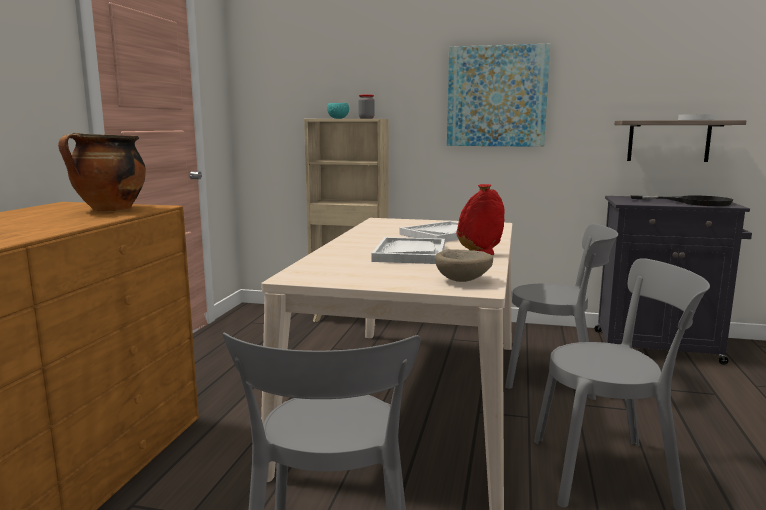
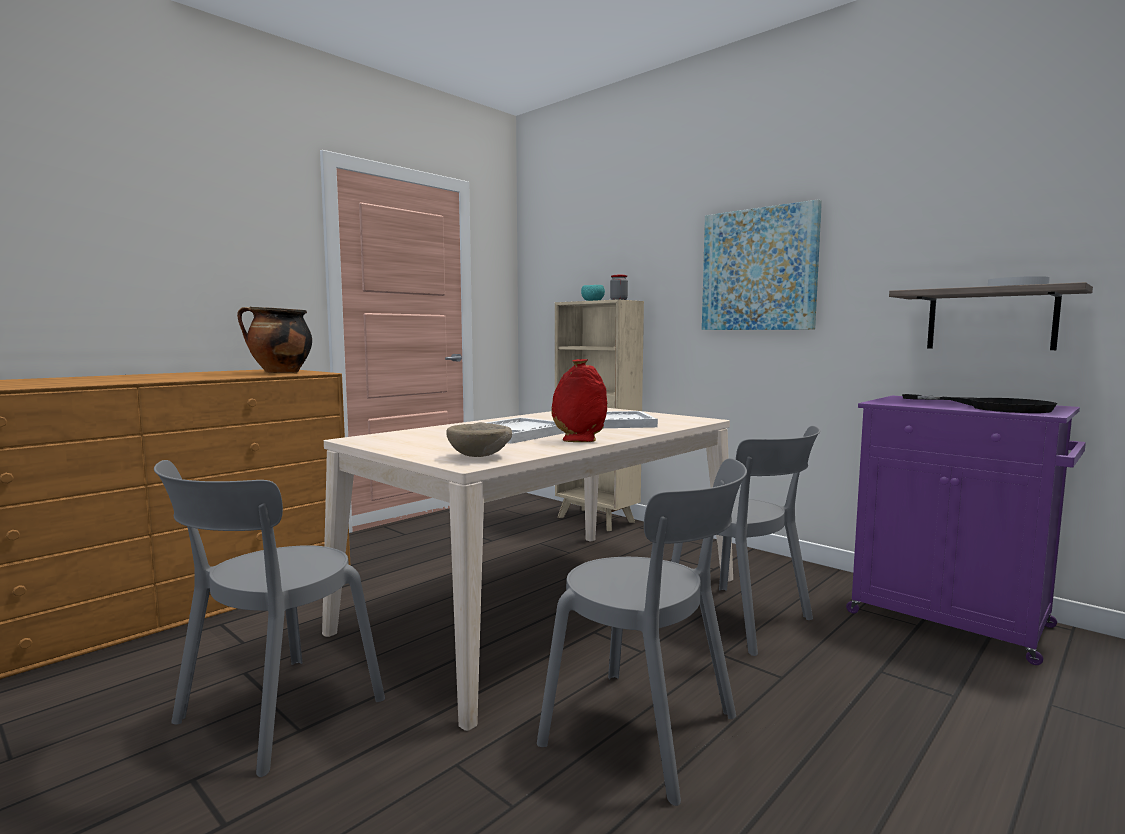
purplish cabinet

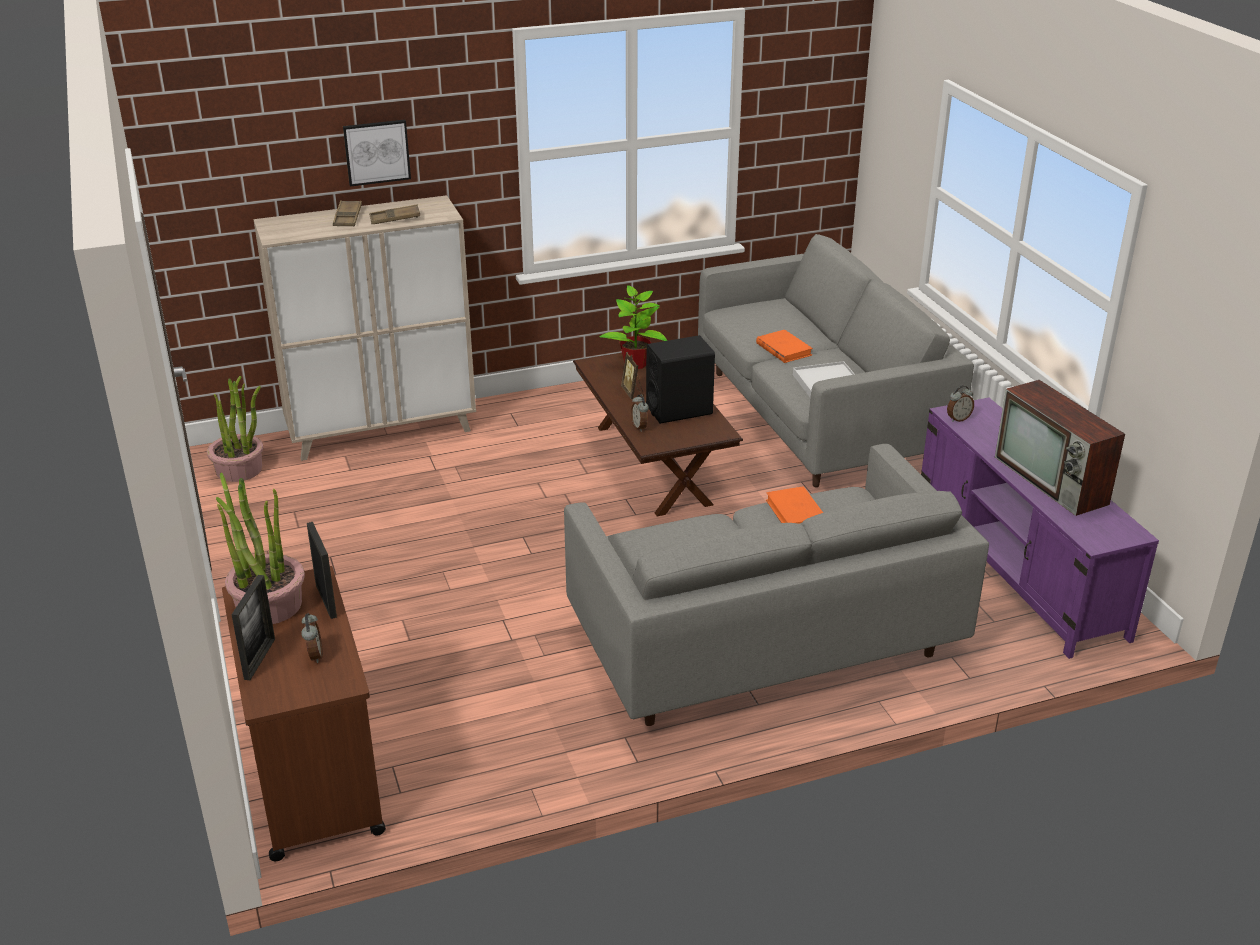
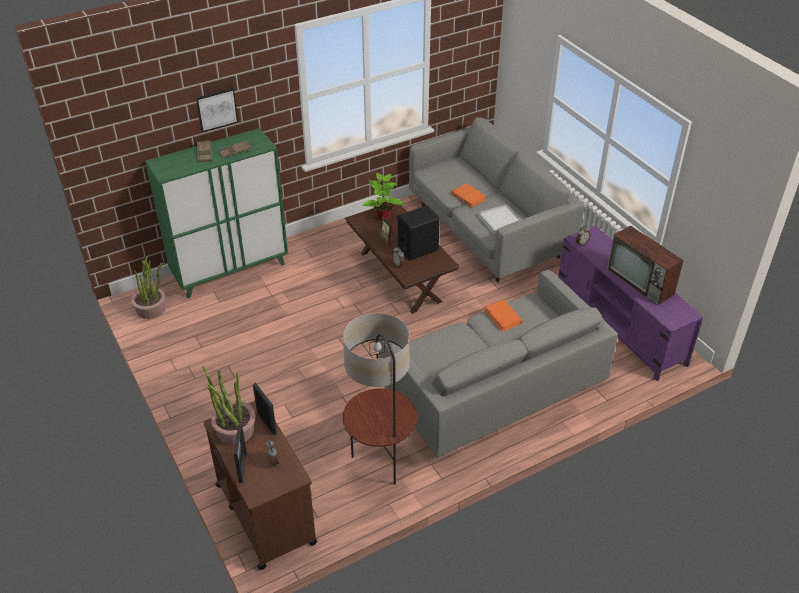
greenish cabinet
standard lamp

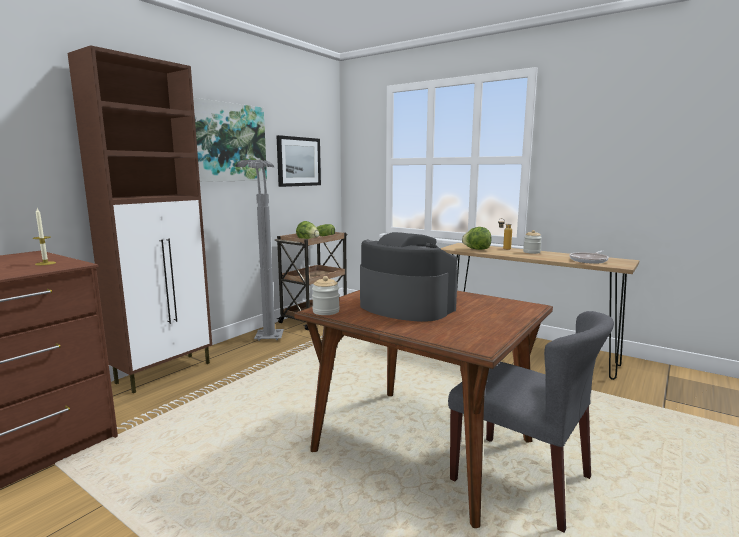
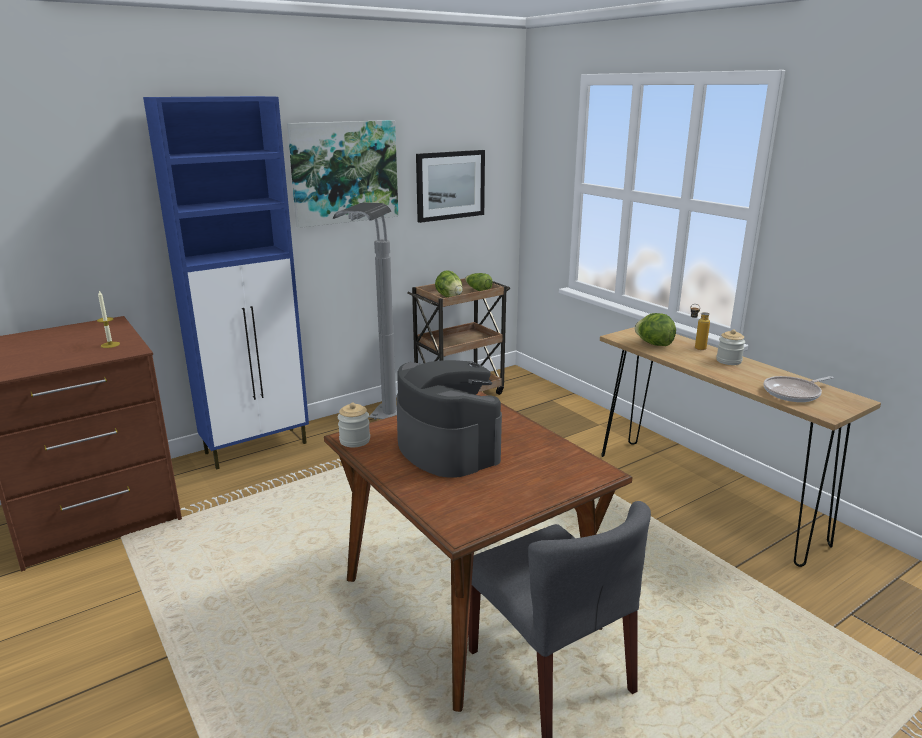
blue-coloured cabinet

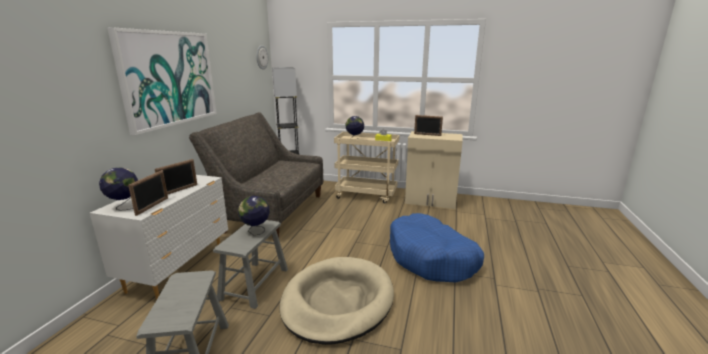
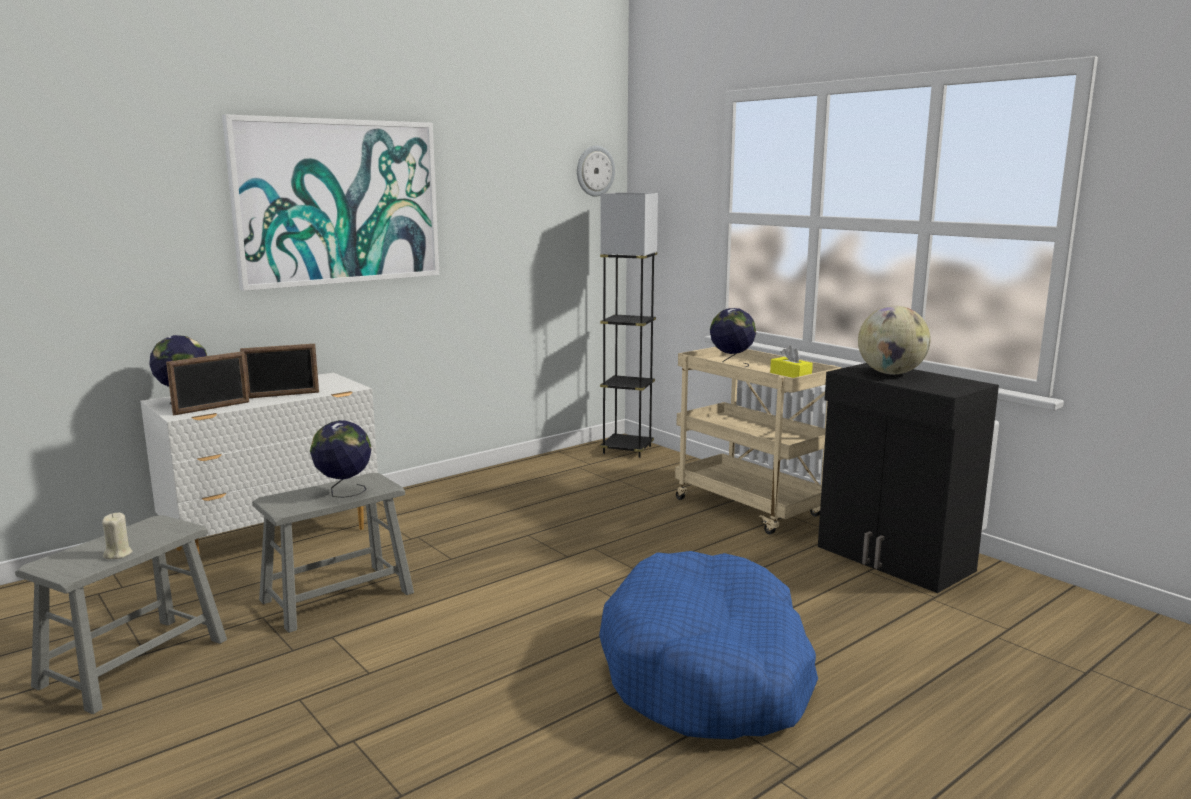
beige candle
black cabinet
globe (4th from left)
gray sofa
beige dog cushion

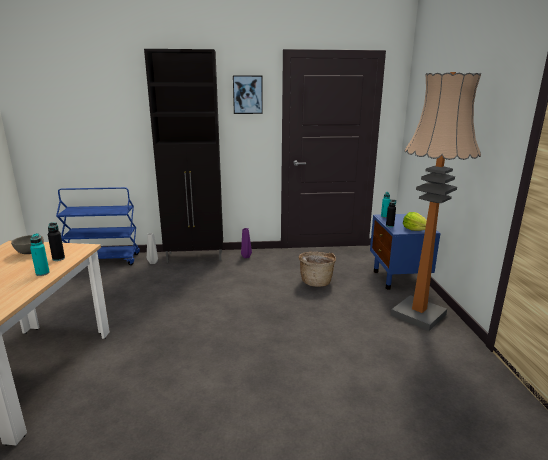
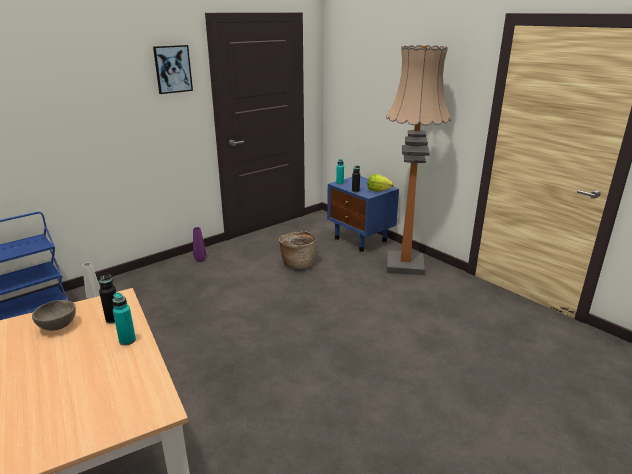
black cabinet

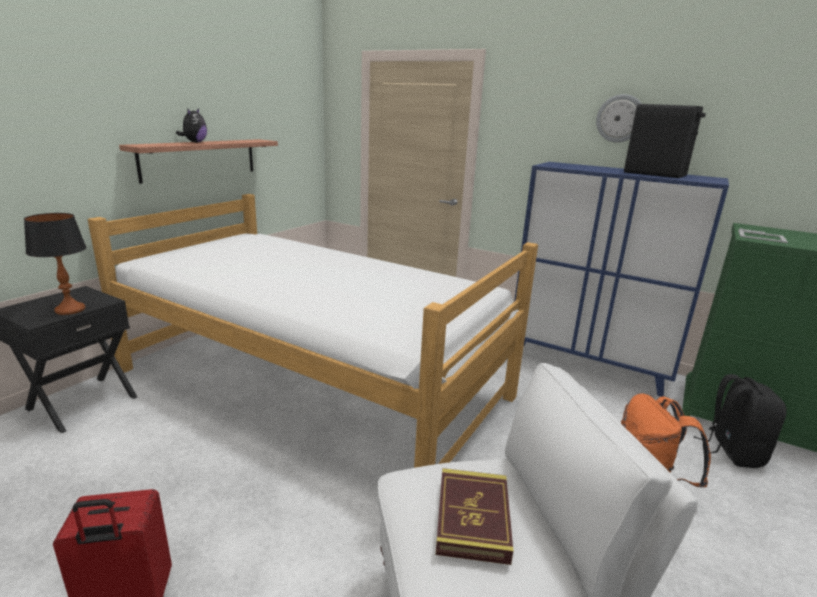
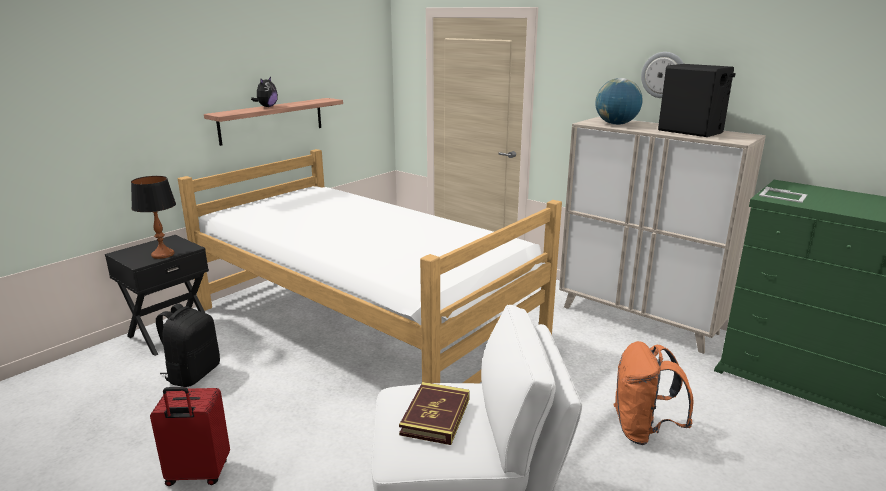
black backpack
beige cabinet
globe

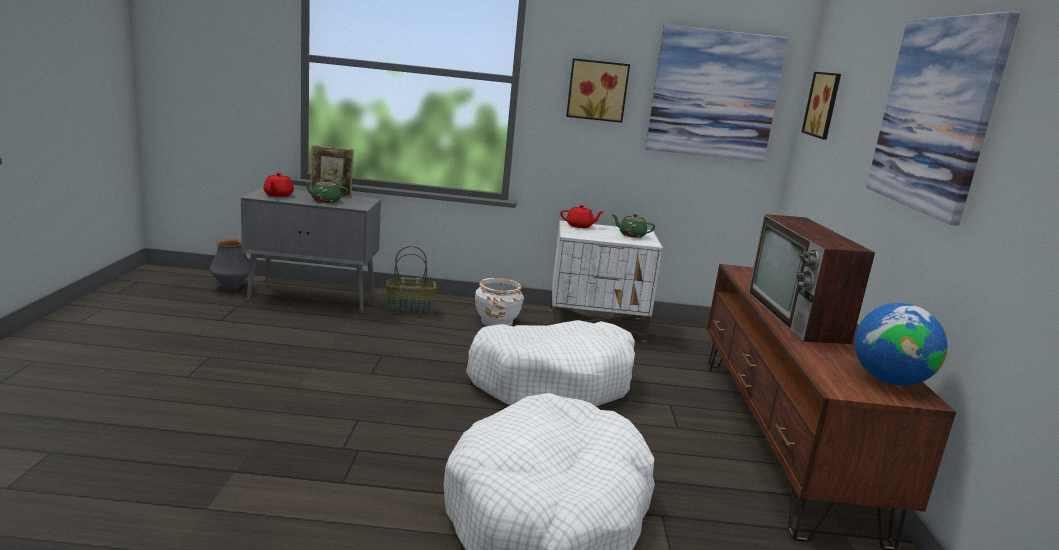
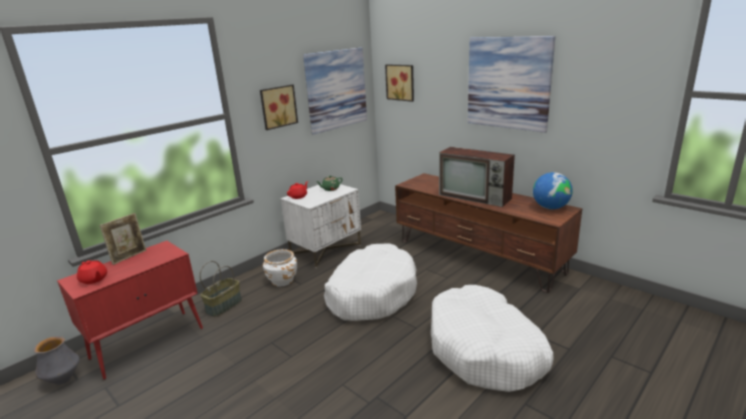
reddish cabinet
greenish teapot (1st from left in the first image)

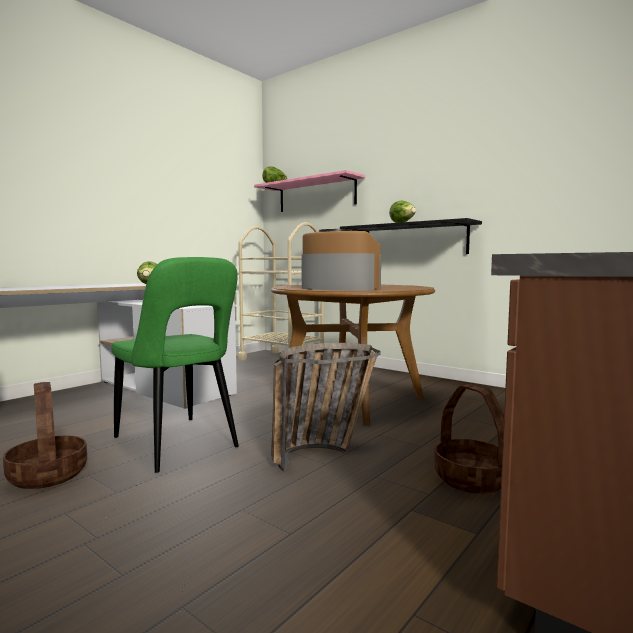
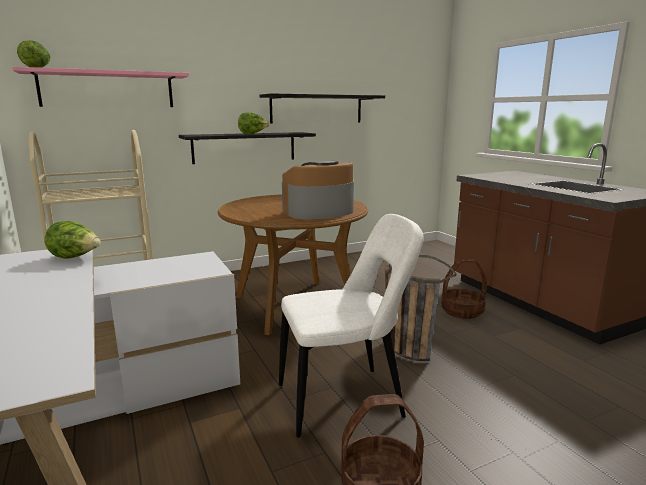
black shelf (2nd from left)
white chair

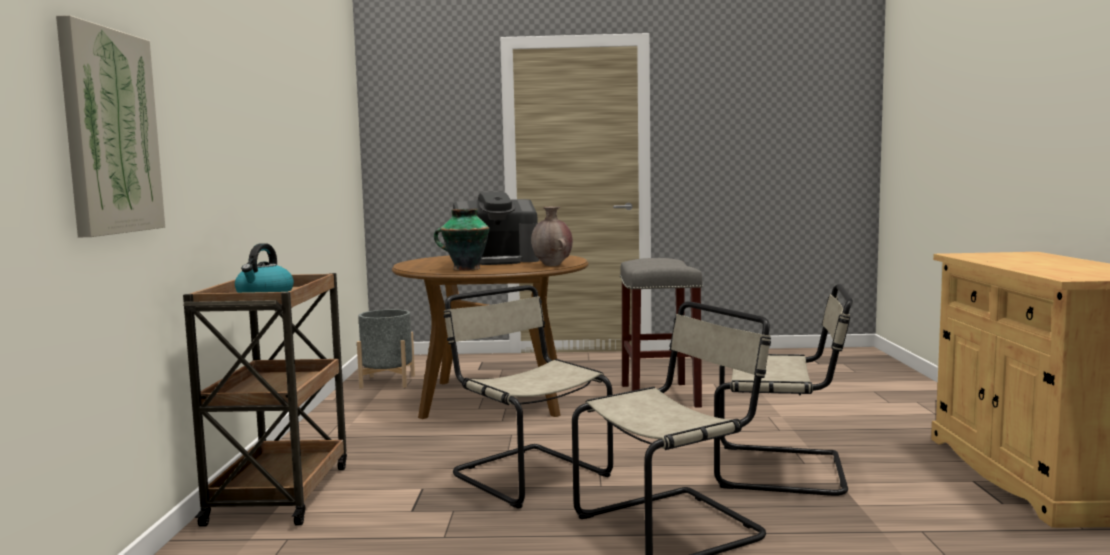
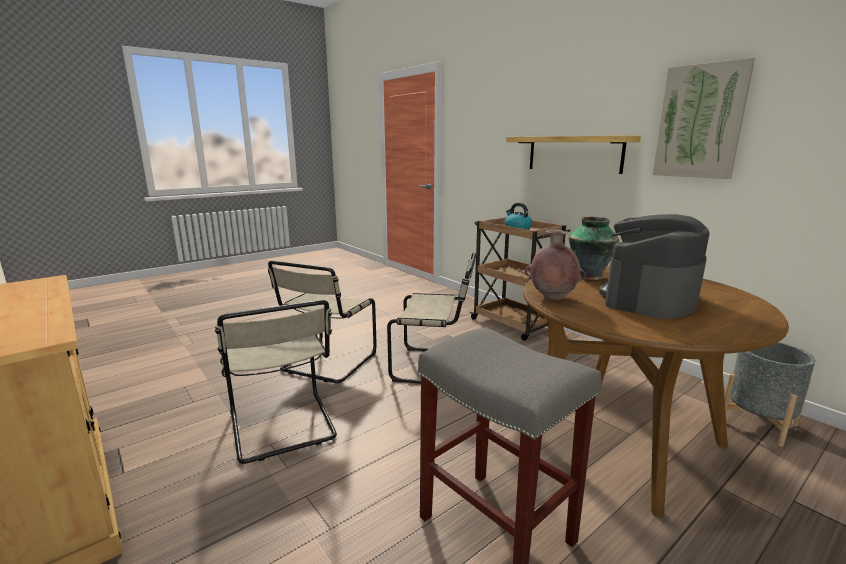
beige chair (1st from left)
shelf
wall art

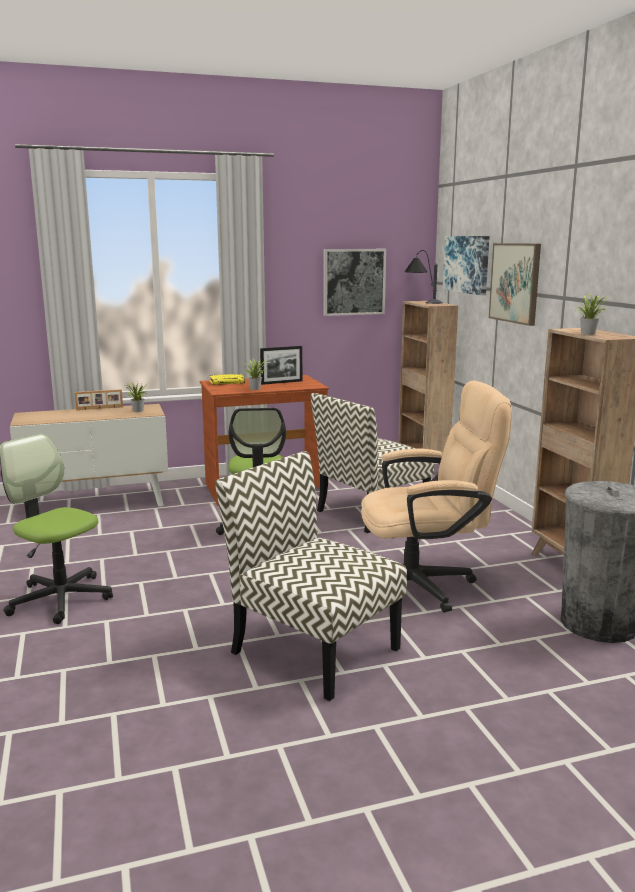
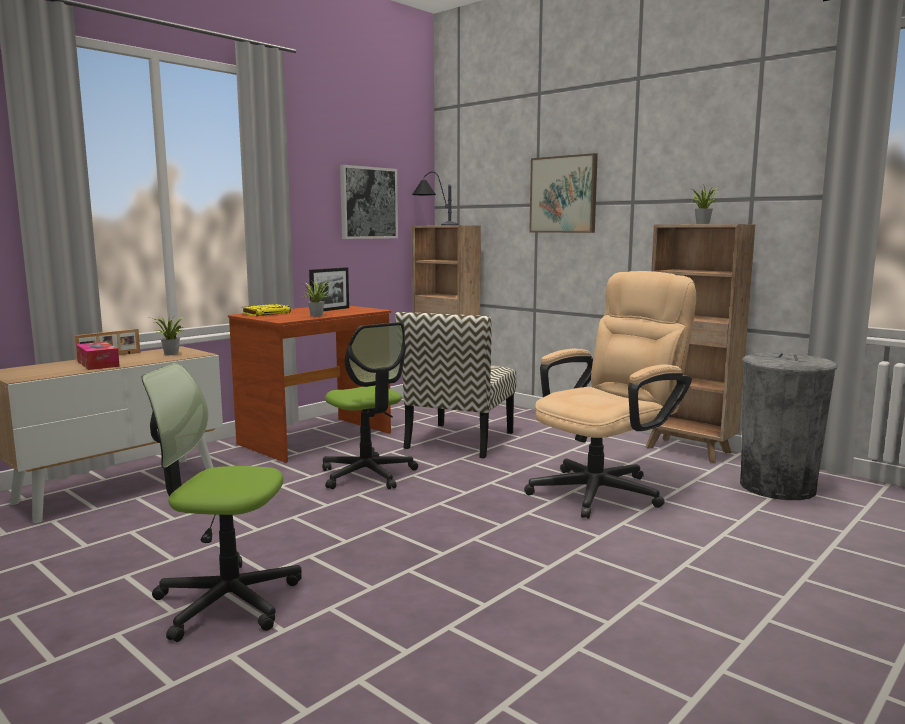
box of tissues
chair (1st from left in the first image)
wall art (2nd from left in the first image)

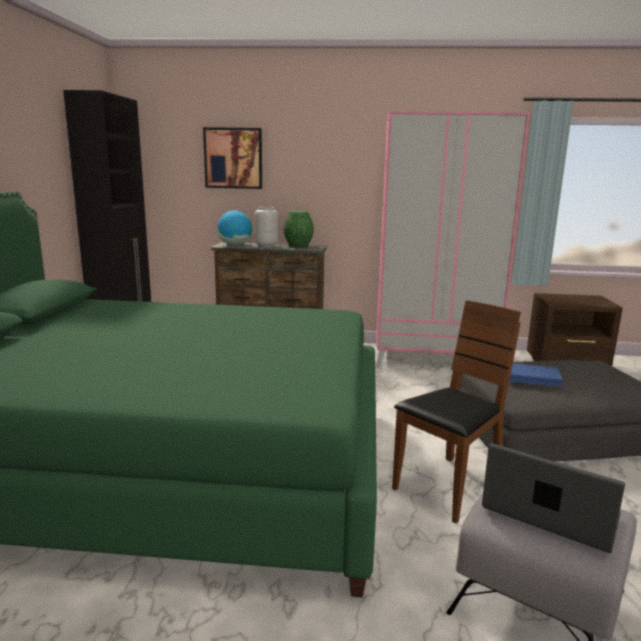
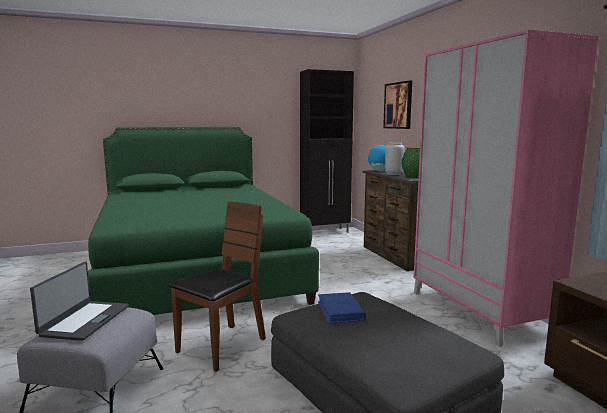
brown-coloured chair

